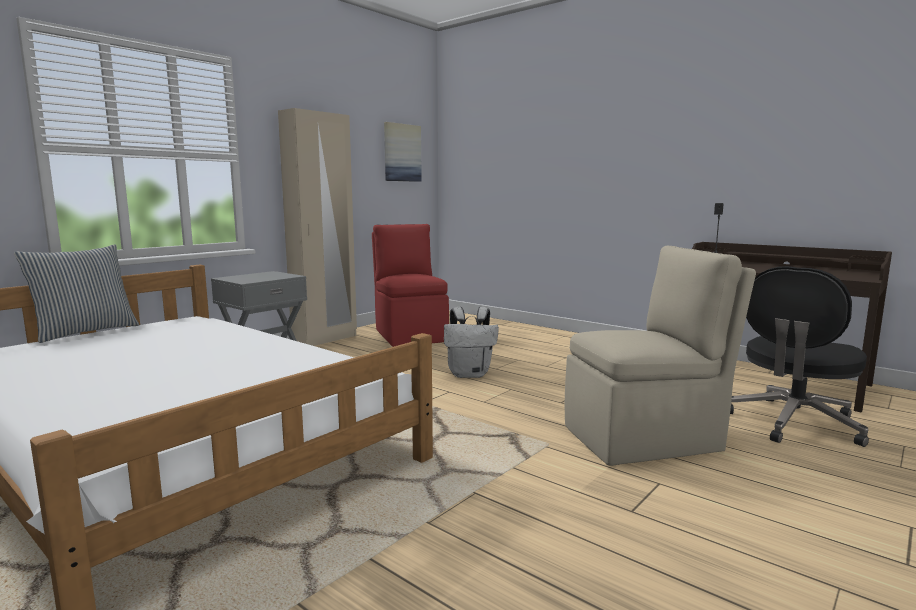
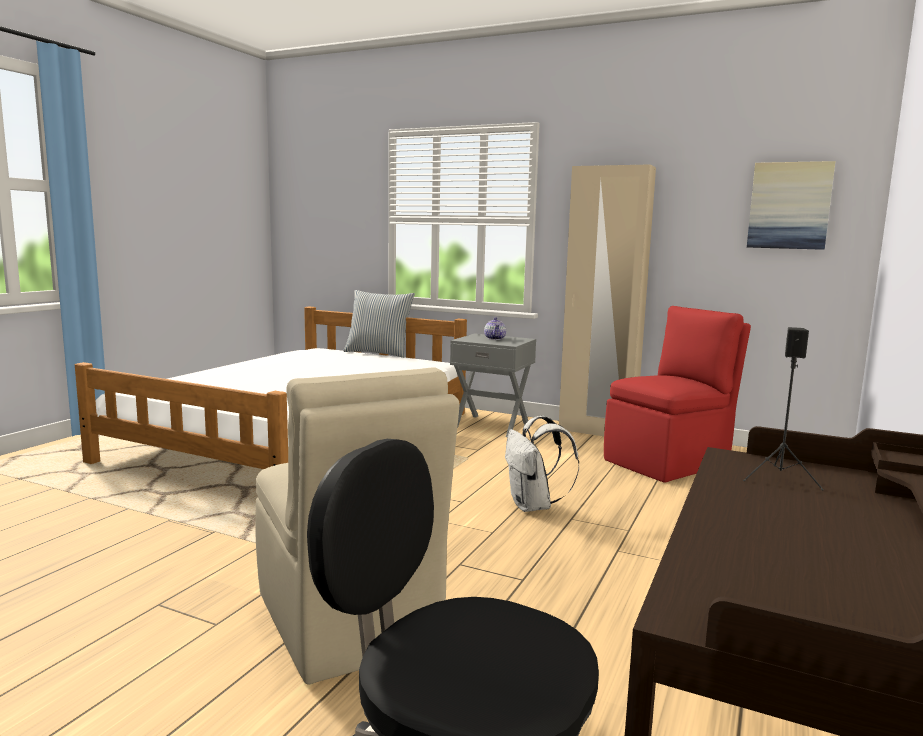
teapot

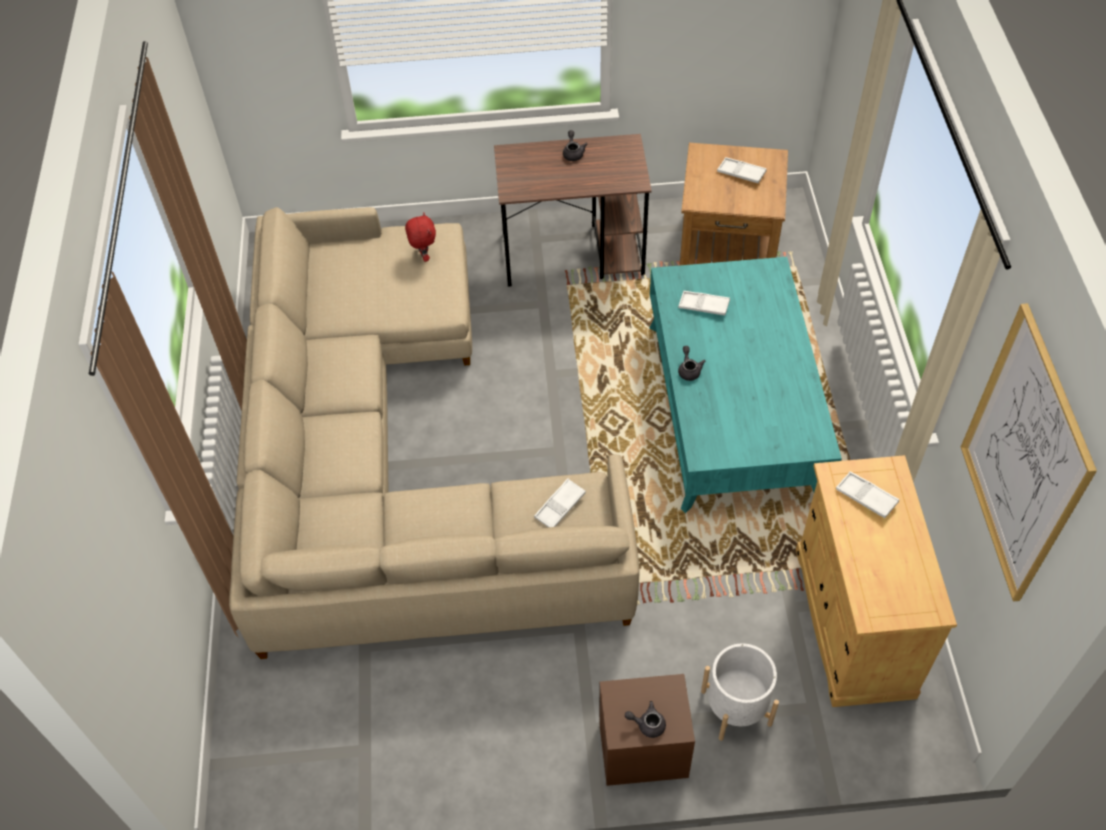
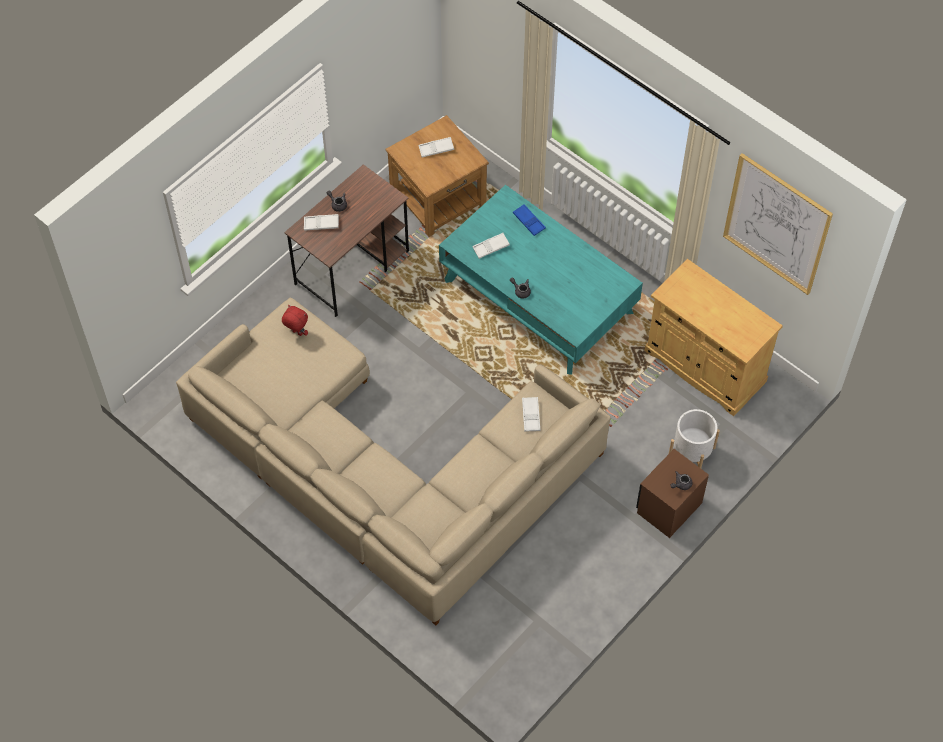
white carrying tray (1st from left)
blue-coloured carrying tray

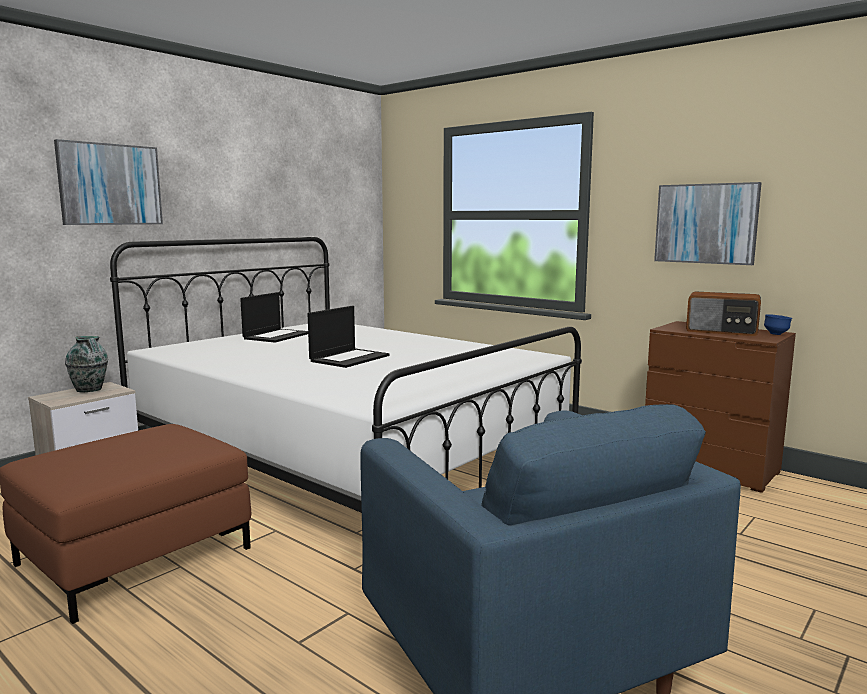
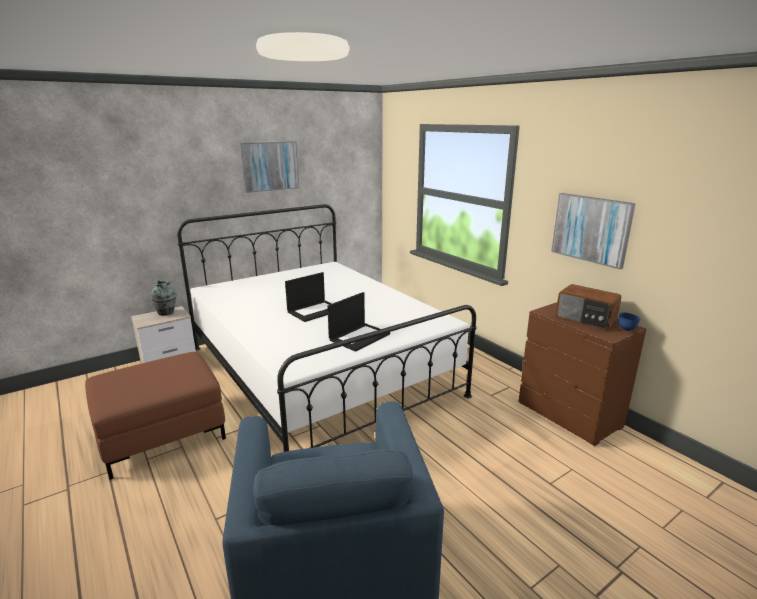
wall art (1st from left)
notebook computer (2nd from left)

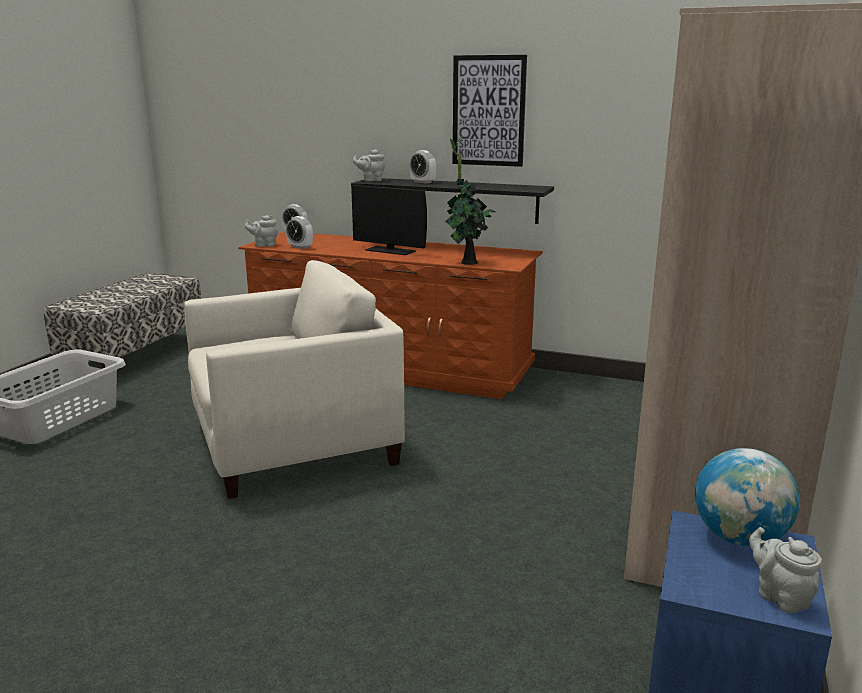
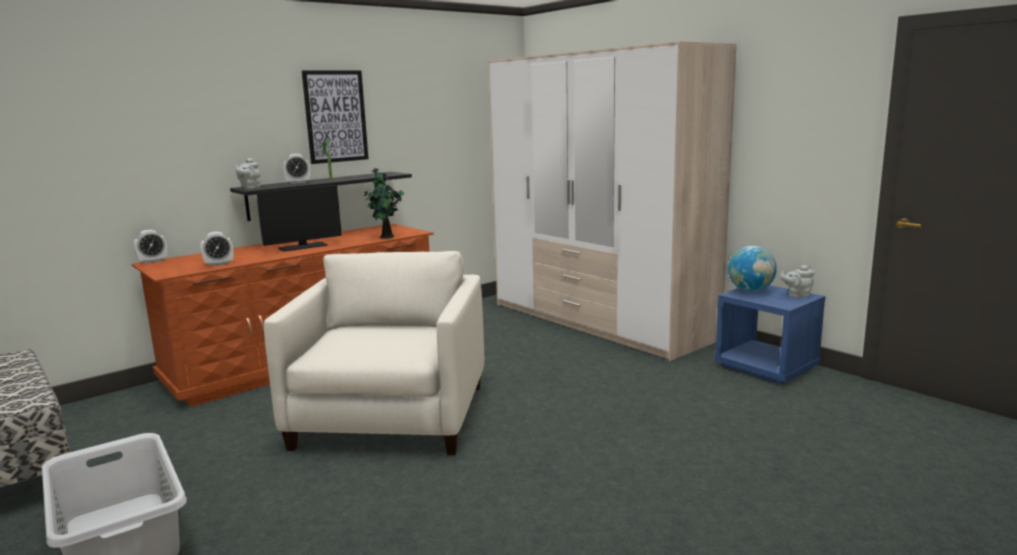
gray teapot (1st from left in the first image)

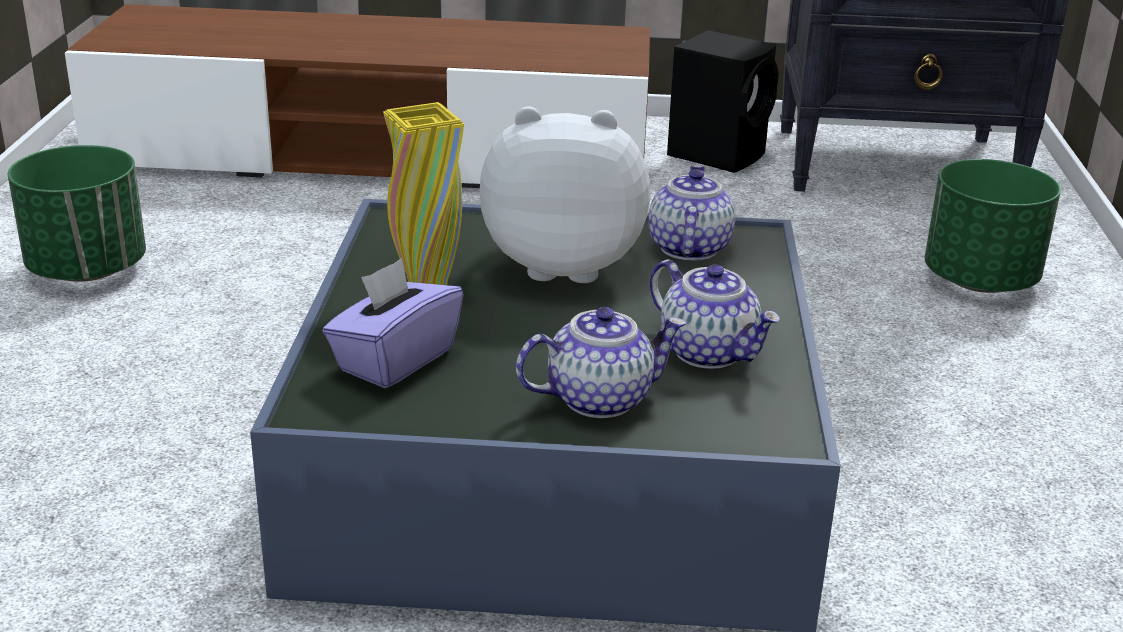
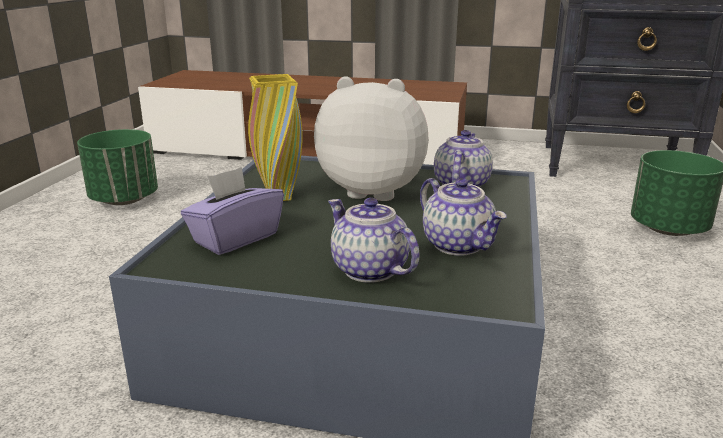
teapot (1st from left)
black audio speaker

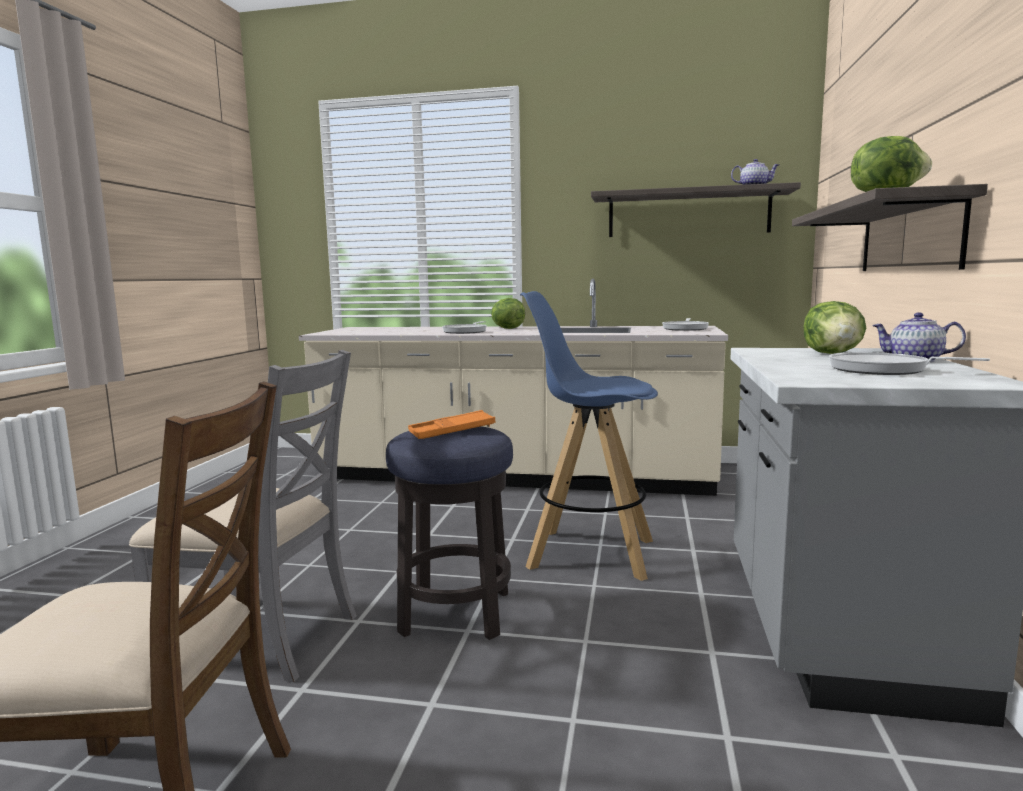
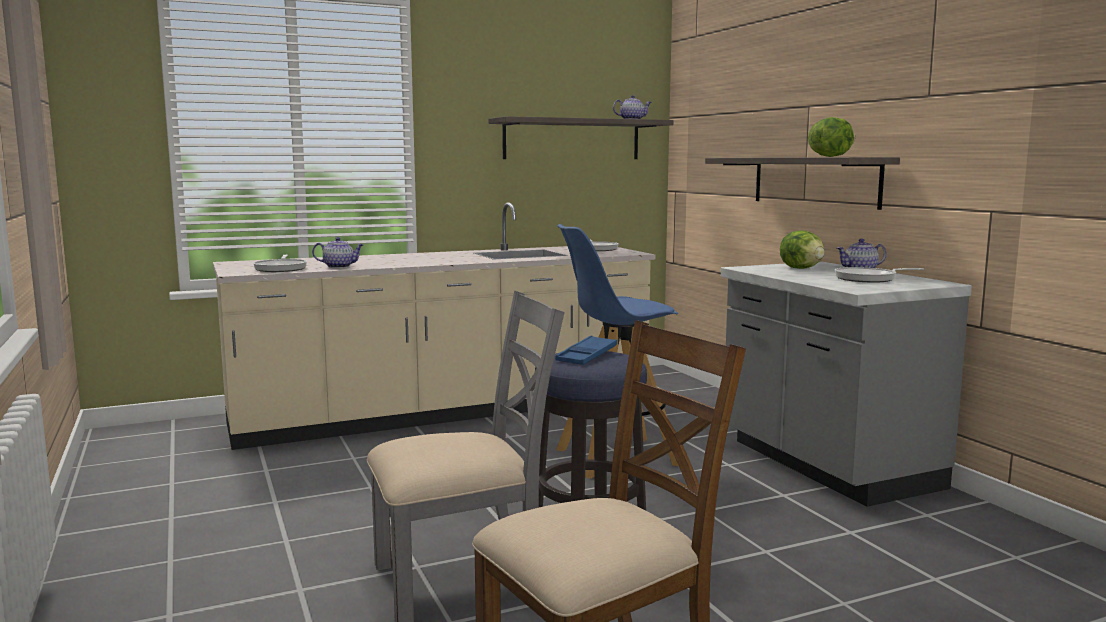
frying pan (1st from left)
teapot (1st from left)
blue-coloured carrying tray
lettuce (1st from left in the first image)

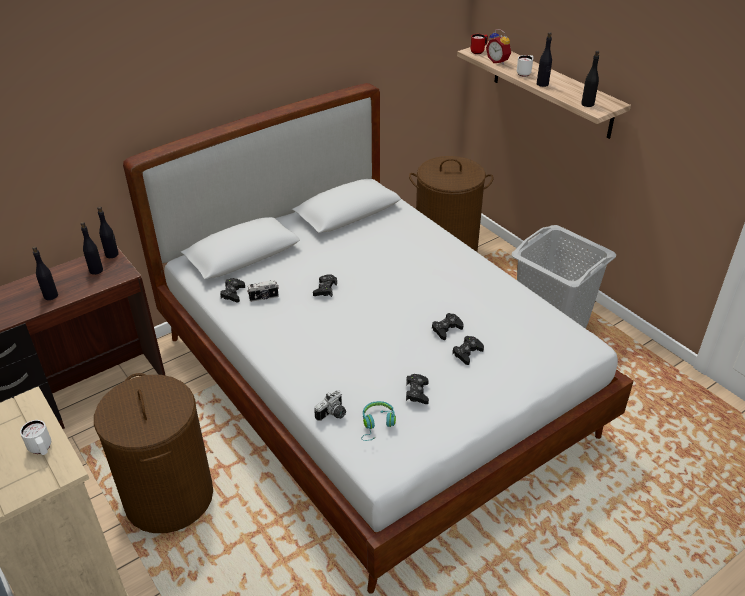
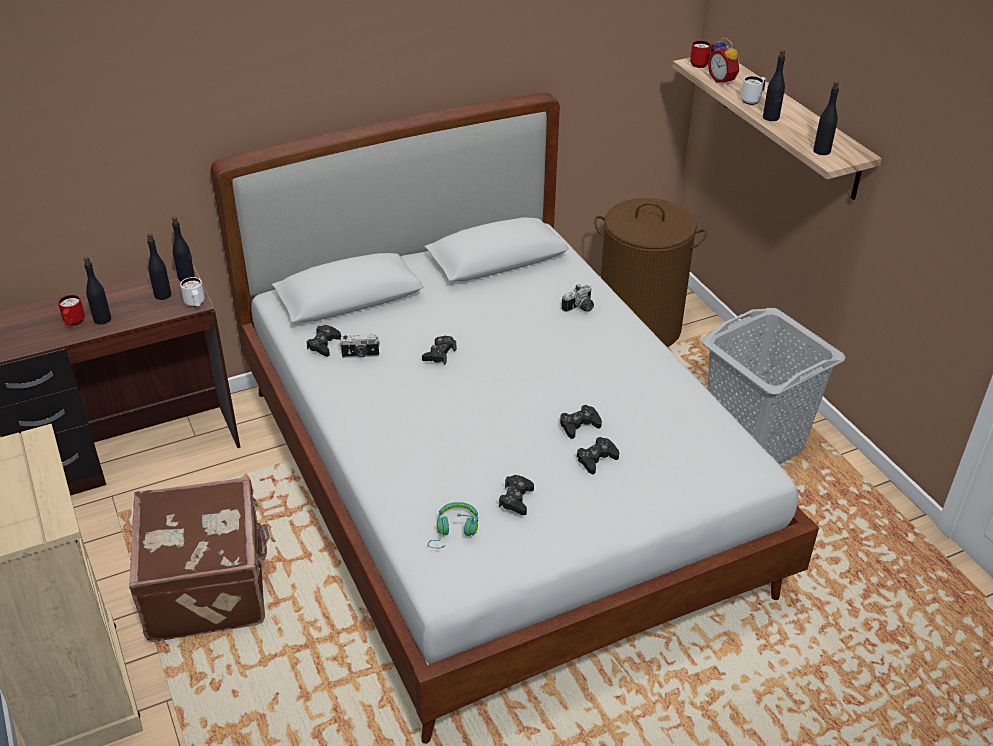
reddish mug (1st from left)
brown-coloured travel case
white mug (1st from left)
still camera (2nd from left)

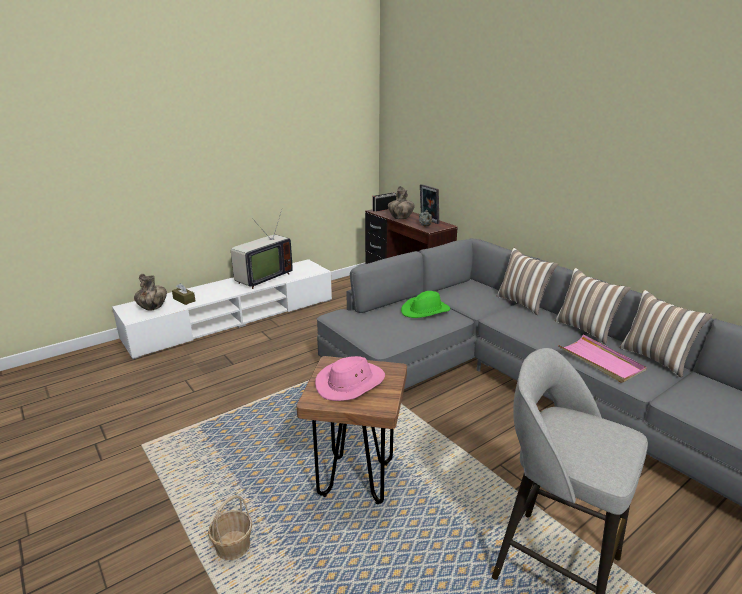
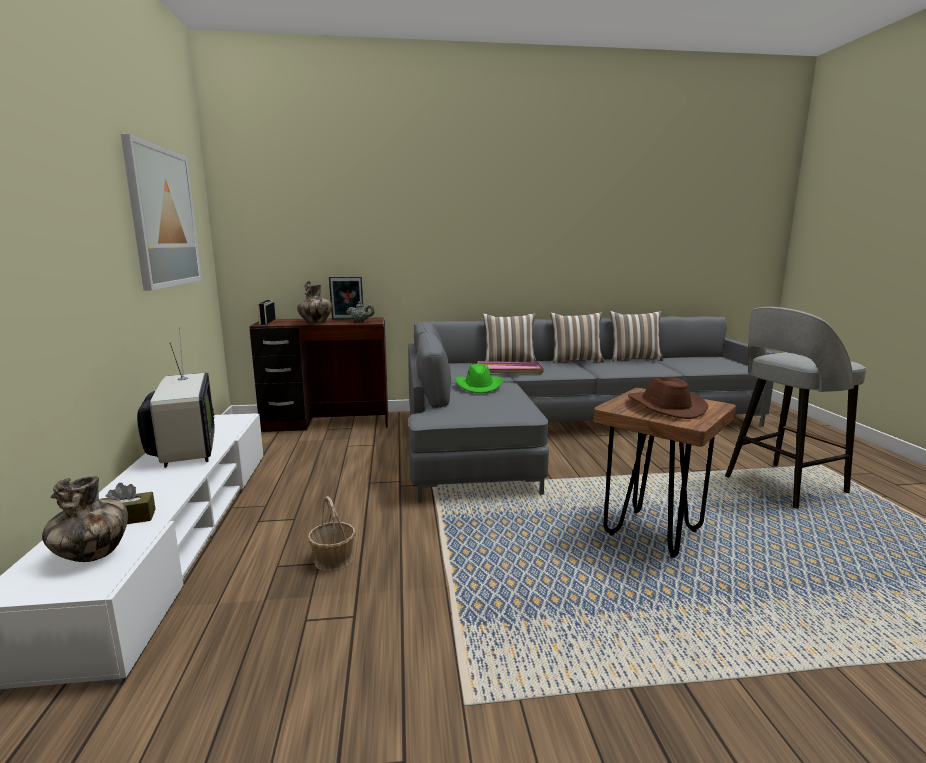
wall art
basket
pinkish carrying tray
brown-coloured clothing hat

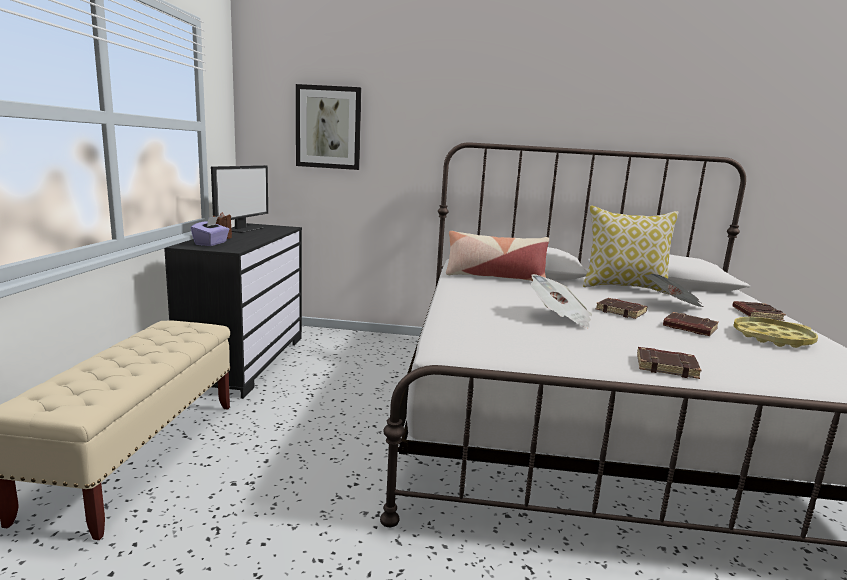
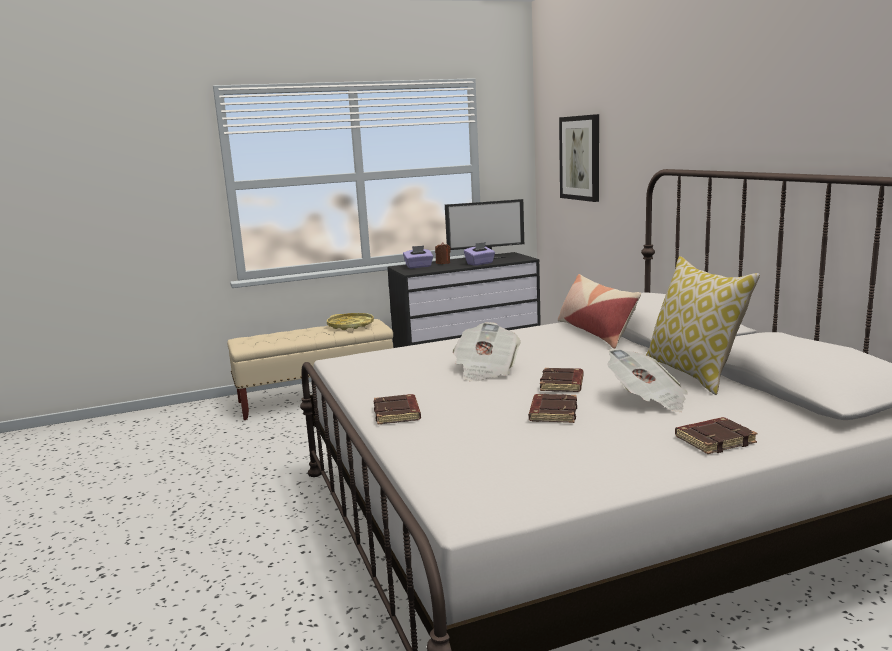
yellow carrying tray
purplish box of tissues (2nd from left)

